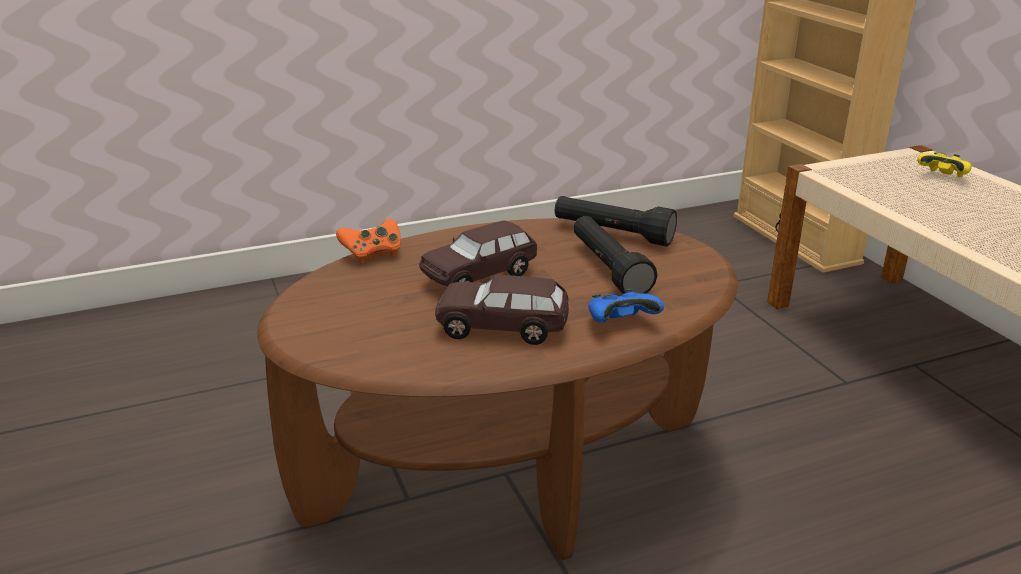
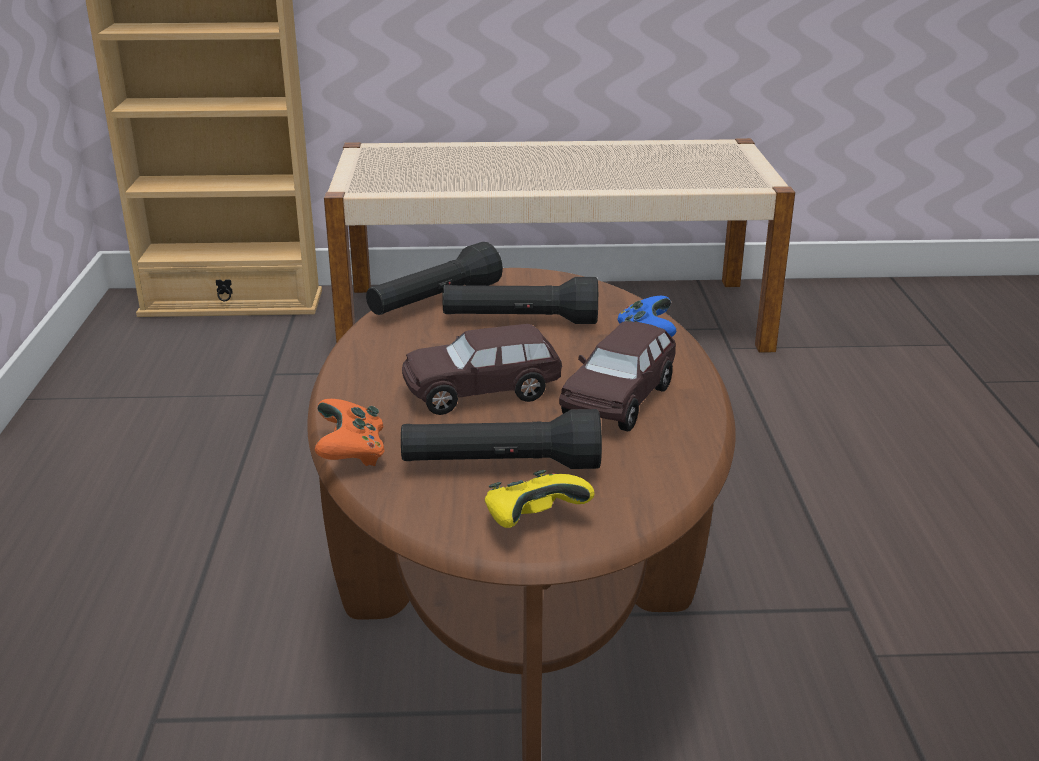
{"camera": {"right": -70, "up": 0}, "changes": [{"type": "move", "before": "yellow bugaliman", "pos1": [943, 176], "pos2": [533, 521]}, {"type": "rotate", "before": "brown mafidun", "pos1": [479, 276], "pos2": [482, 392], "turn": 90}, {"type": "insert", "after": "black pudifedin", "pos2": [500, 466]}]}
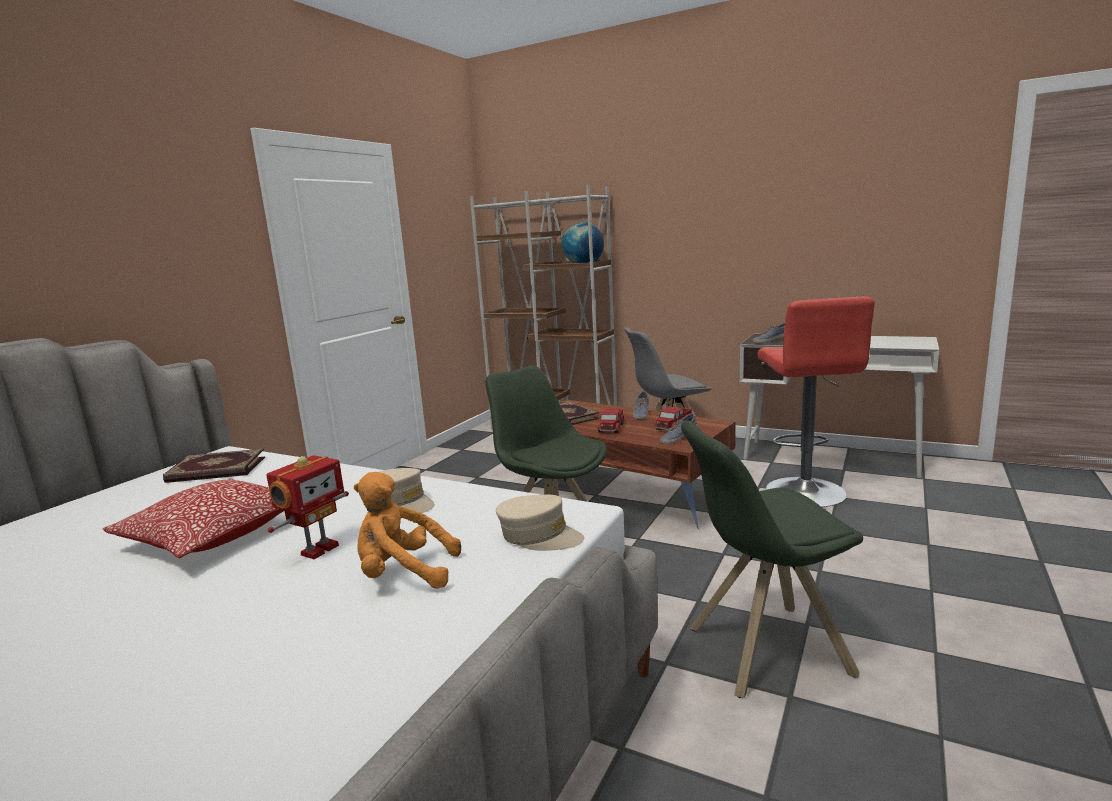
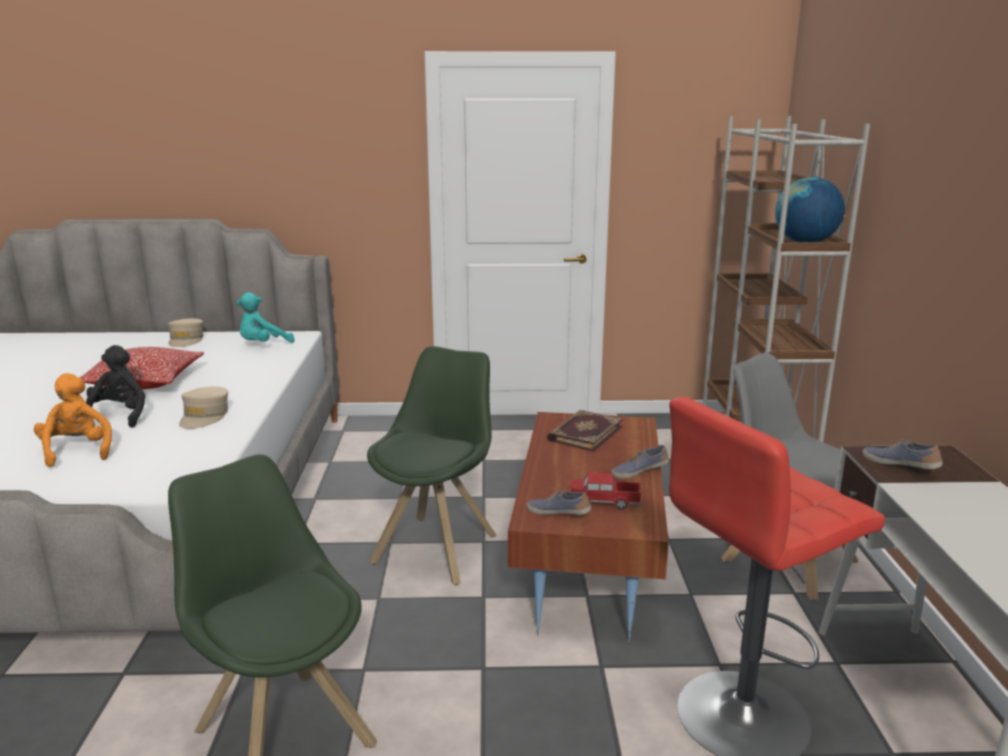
{"camera": {"right": 60, "up": 5}, "changes": [{"type": "delete", "before": "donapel", "pos1": [611, 427]}, {"type": "replace", "before": "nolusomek", "after": "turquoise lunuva", "pos1": [216, 470], "pos2": [263, 345]}, {"type": "replace", "before": "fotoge", "after": "black lunuva", "pos1": [318, 549], "pos2": [120, 416]}, {"type": "move", "before": "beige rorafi", "pos1": [539, 536], "pos2": [186, 340]}]}
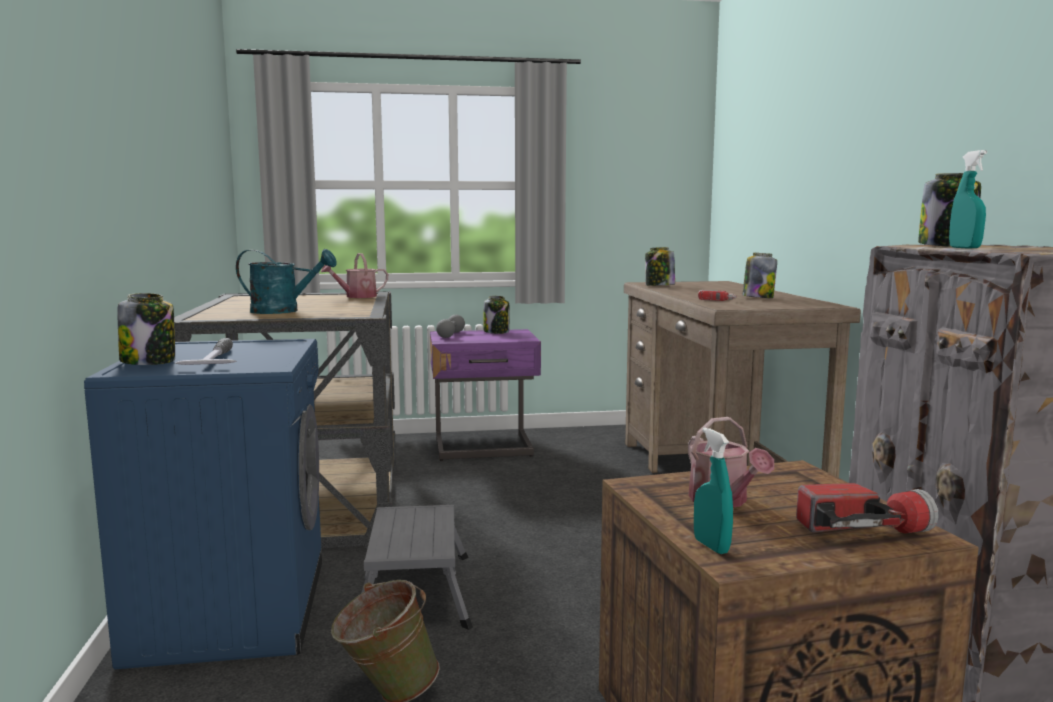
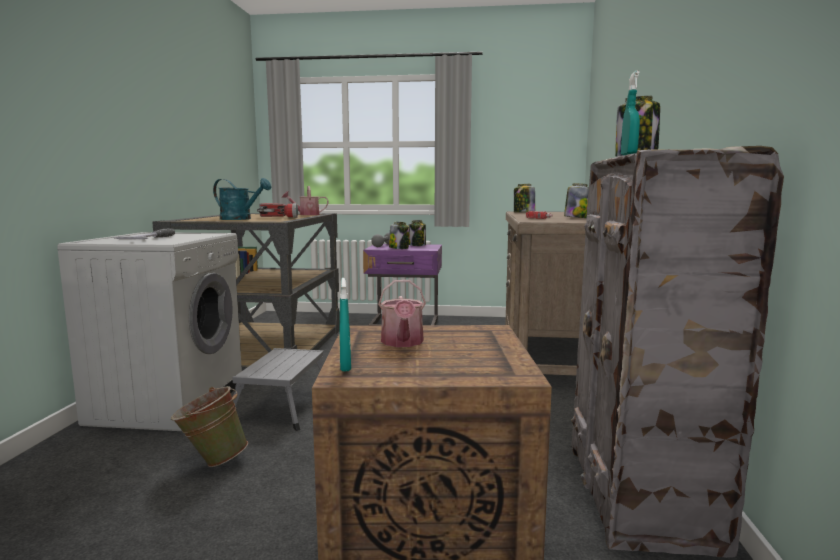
{"camera": {"right": 15, "up": 0}, "changes": [{"type": "move", "before": "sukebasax", "pos1": [149, 361], "pos2": [399, 248]}, {"type": "recolor", "before": "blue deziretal", "after": "white deziretal", "pos1": [237, 610], "pos2": [172, 402]}, {"type": "move", "before": "pudifedin", "pos1": [863, 530], "pos2": [279, 217]}]}
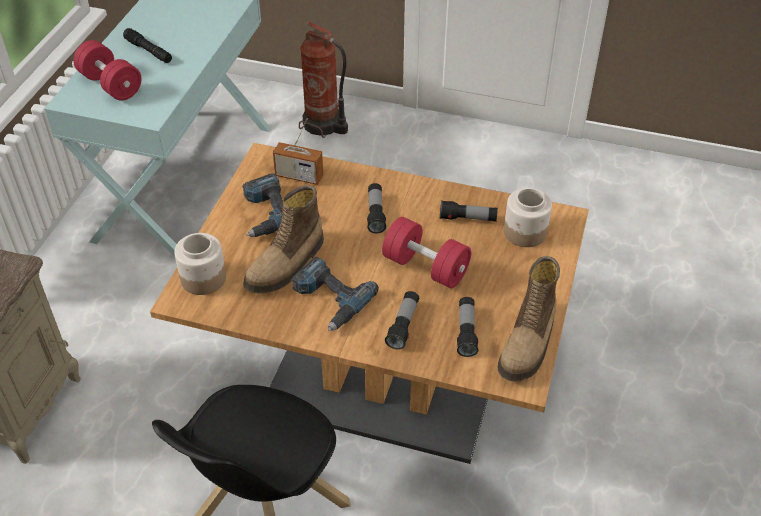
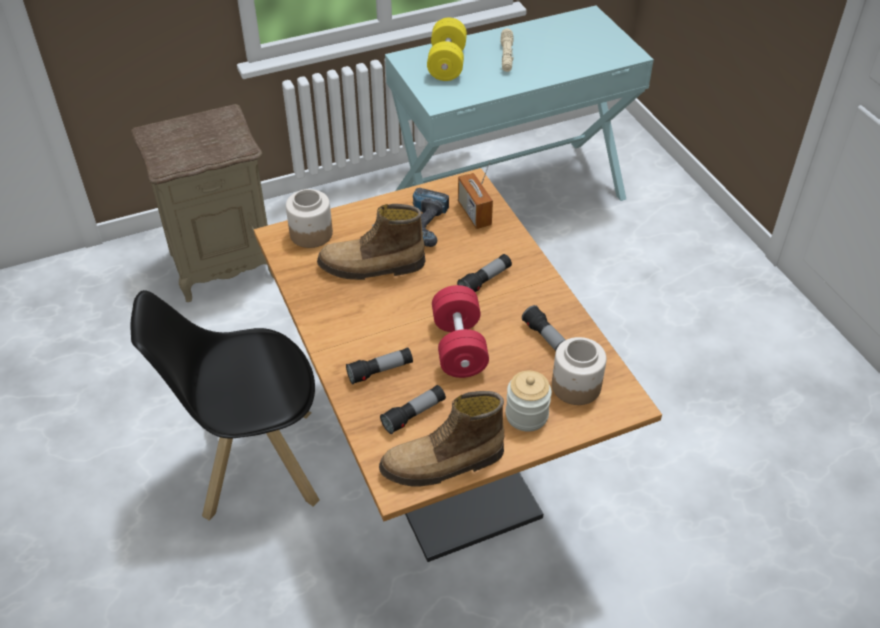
{"camera": {"right": 50, "up": 0}, "changes": [{"type": "delete", "before": "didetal", "pos1": [323, 125]}, {"type": "recolor", "before": "black pudifedin", "after": "beige pudifedin", "pos1": [149, 51], "pos2": [506, 55]}, {"type": "recolor", "before": "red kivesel", "after": "yellow kivesel", "pos1": [111, 85], "pos2": [447, 64]}, {"type": "delete", "before": "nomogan", "pos1": [329, 299]}, {"type": "insert", "after": "sukebasax", "pos2": [526, 415]}]}
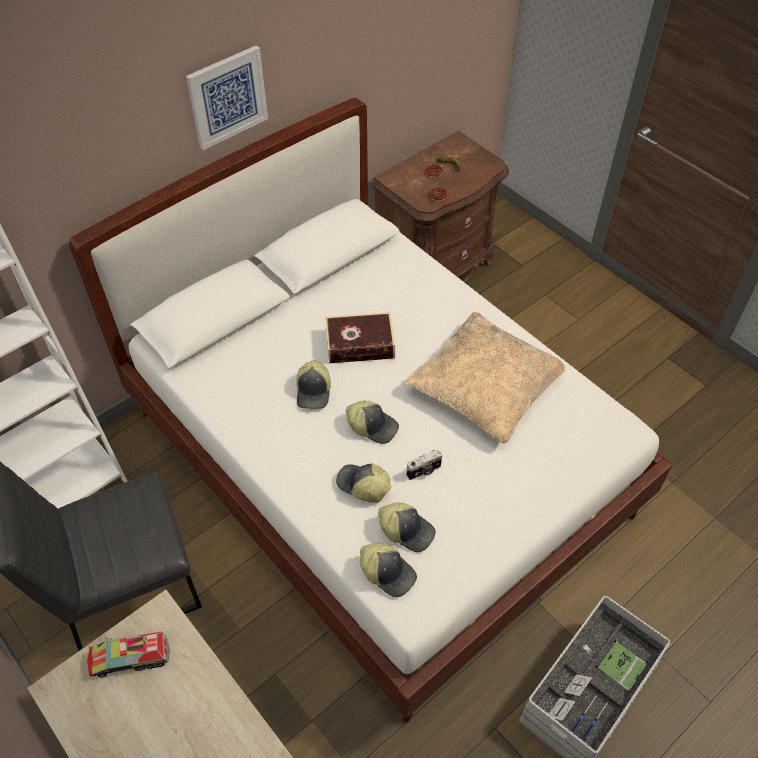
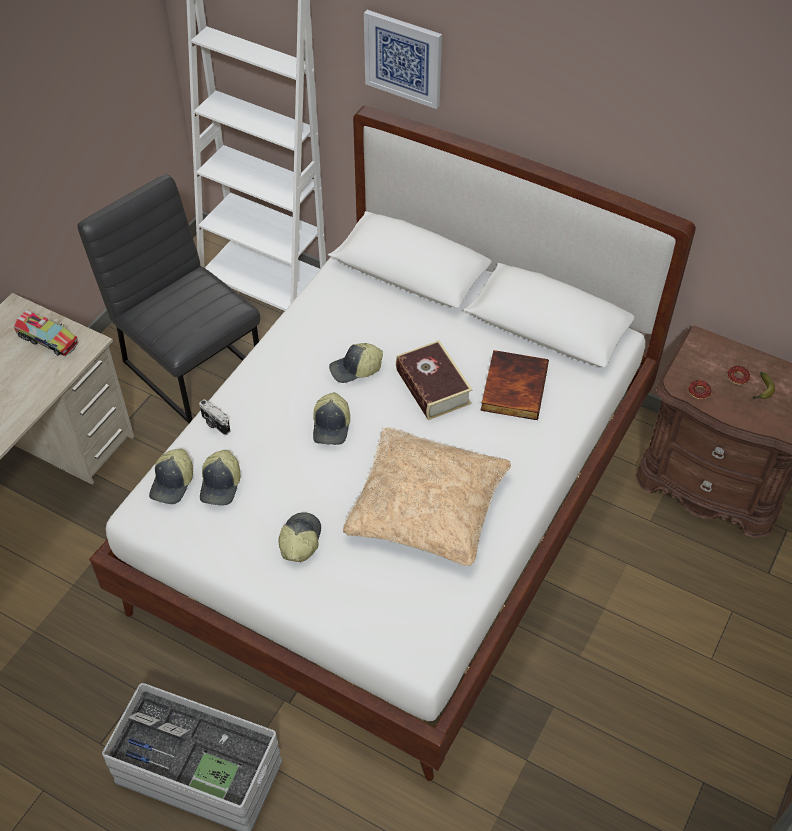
{"camera": {"right": 70, "up": 0}, "changes": [{"type": "move", "before": "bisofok", "pos1": [227, 97], "pos2": [403, 58]}, {"type": "move", "before": "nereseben", "pos1": [424, 471], "pos2": [215, 424]}, {"type": "move", "before": "rorafi", "pos1": [363, 486], "pos2": [299, 540]}, {"type": "rotate", "before": "donapel", "pos1": [130, 658], "pos2": [48, 339], "turn": 150}, {"type": "insert", "after": "nolusomek", "pos2": [512, 387]}]}
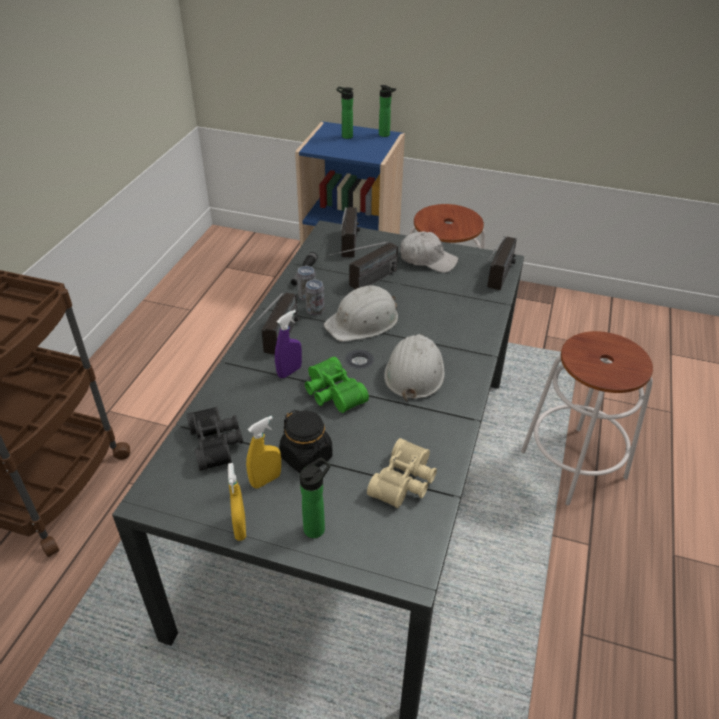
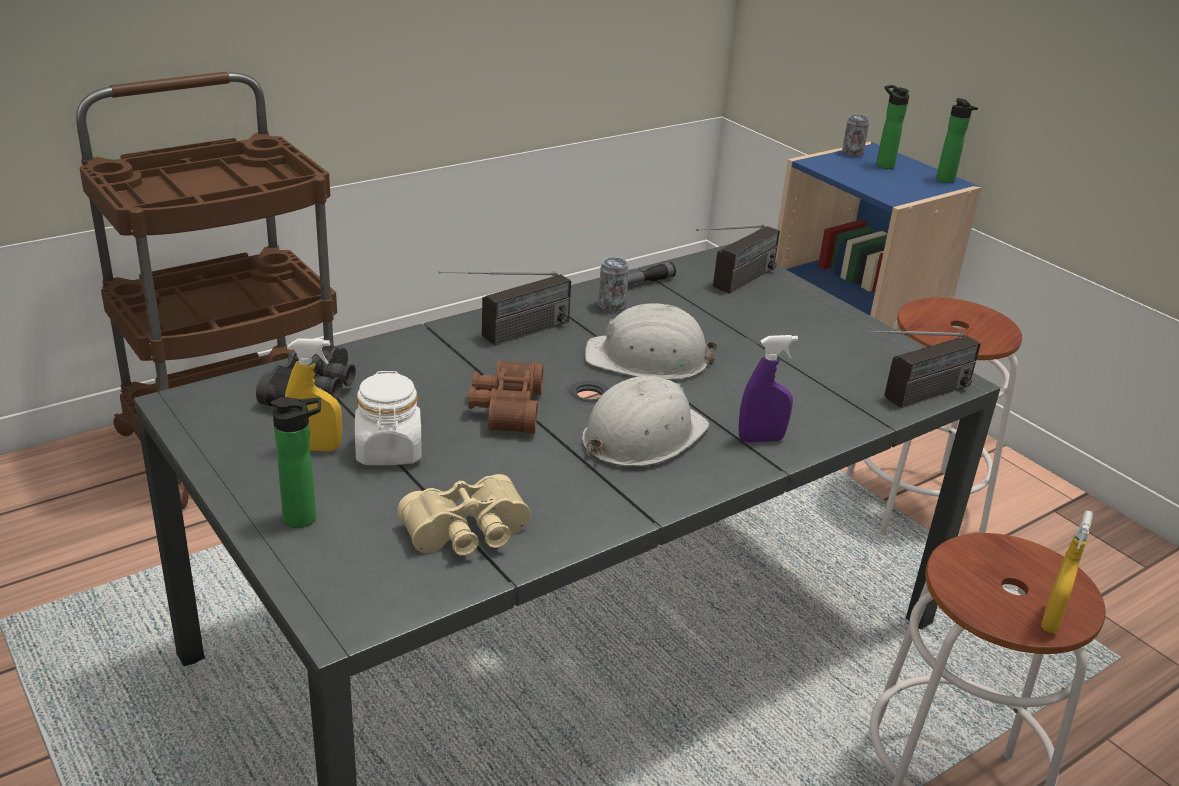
{"camera": {"right": 35, "up": -10}, "changes": [{"type": "delete", "before": "white rorafi", "pos1": [427, 260]}, {"type": "delete", "before": "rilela", "pos1": [364, 284]}, {"type": "move", "before": "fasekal", "pos1": [315, 310], "pos2": [852, 153]}, {"type": "move", "before": "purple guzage", "pos1": [289, 371], "pos2": [761, 439]}, {"type": "recolor", "before": "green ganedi", "after": "brown ganedi", "pos1": [332, 394], "pos2": [505, 408]}, {"type": "recolor", "before": "black sukebasax", "after": "white sukebasax", "pos1": [306, 457], "pos2": [389, 451]}, {"type": "move", "before": "yellow guzage", "pos1": [240, 528], "pos2": [1051, 620]}]}
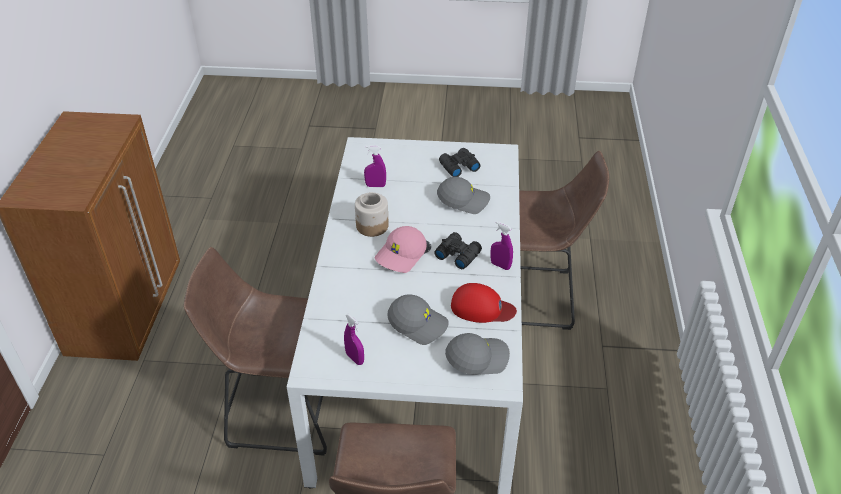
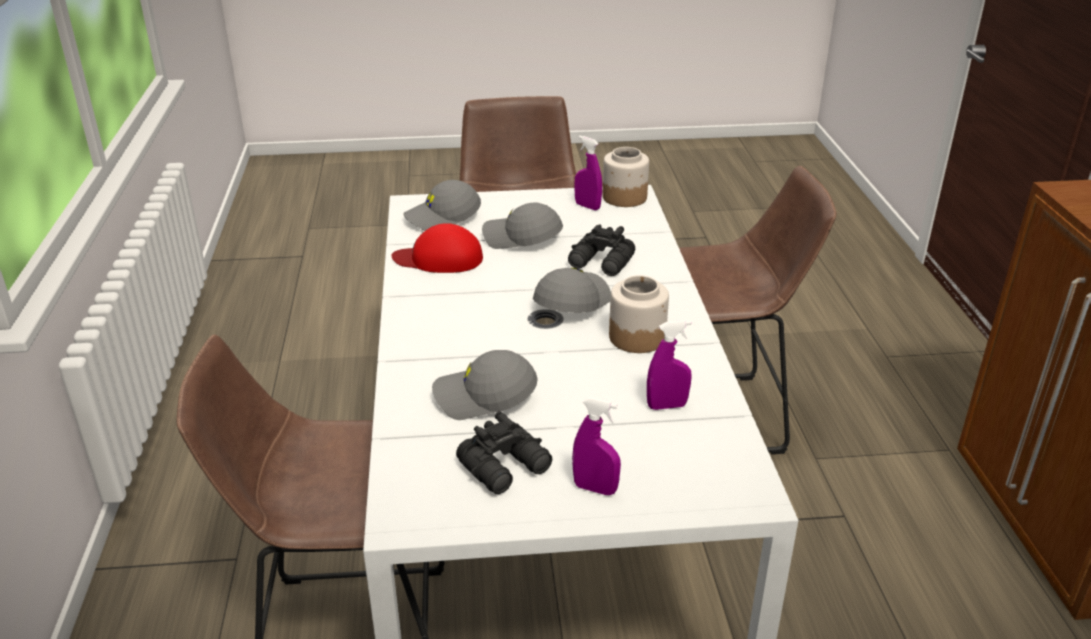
{"camera": {"right": 170, "up": -10}, "changes": [{"type": "move", "before": "purple guzage", "pos1": [500, 265], "pos2": [595, 488]}, {"type": "recolor", "before": "pink rorafi", "after": "grey rorafi", "pos1": [401, 255], "pos2": [571, 302]}, {"type": "move", "before": "black ganedi", "pos1": [457, 254], "pos2": [602, 263]}, {"type": "insert", "after": "sukebasax", "pos2": [624, 197]}]}
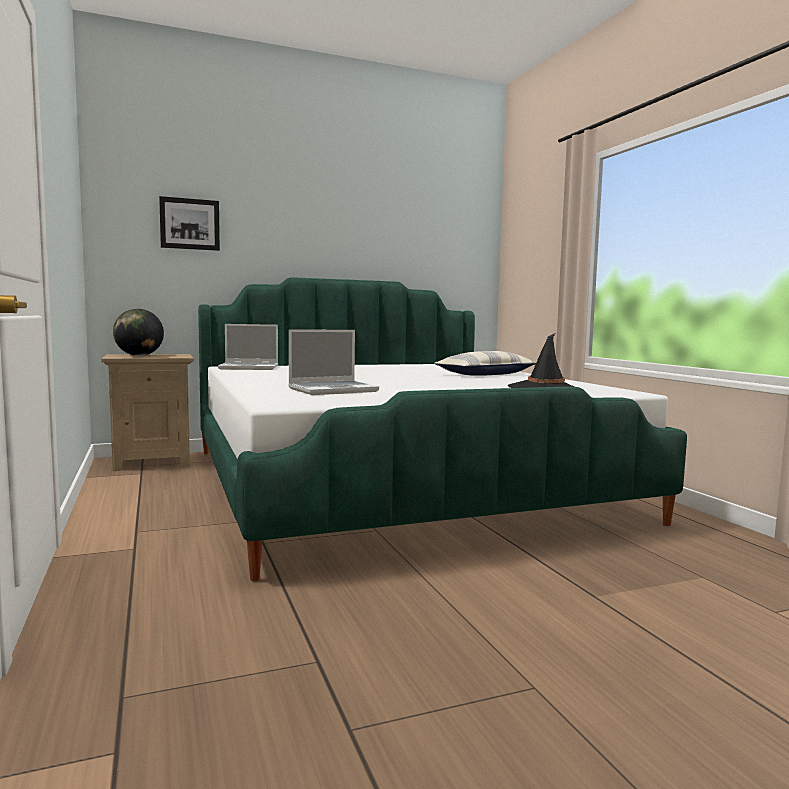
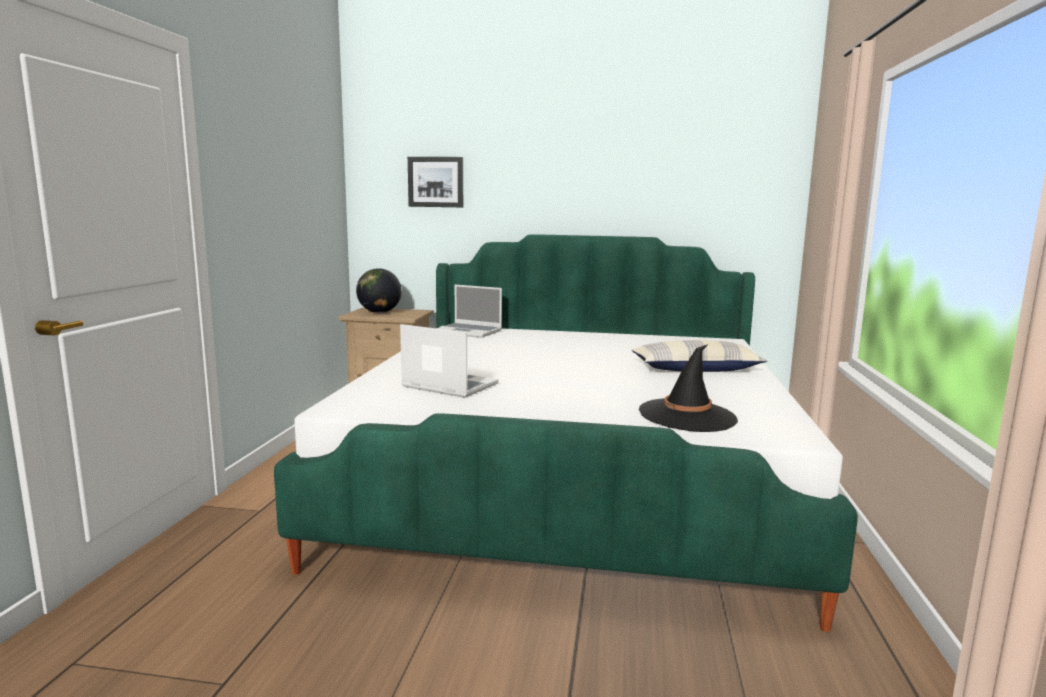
{"camera": {"right": 30, "up": 5}, "changes": [{"type": "rotate", "before": "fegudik", "pos1": [333, 390], "pos2": [448, 386], "turn": -150}]}
